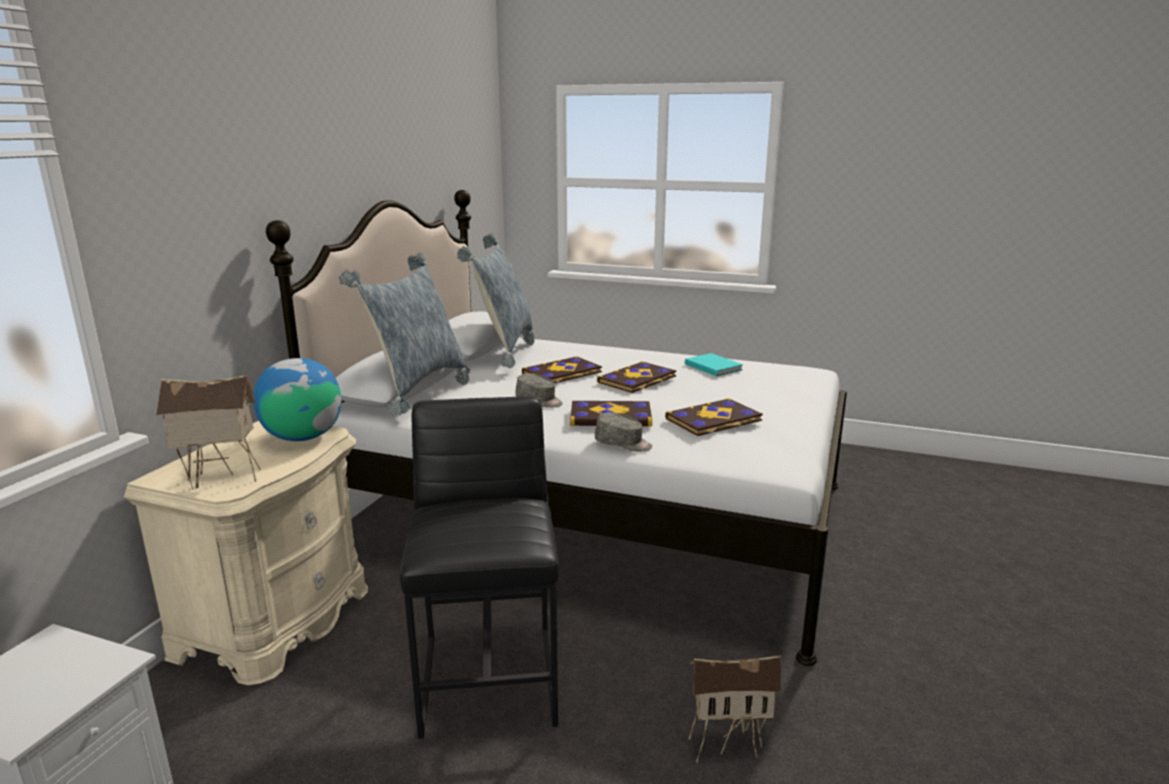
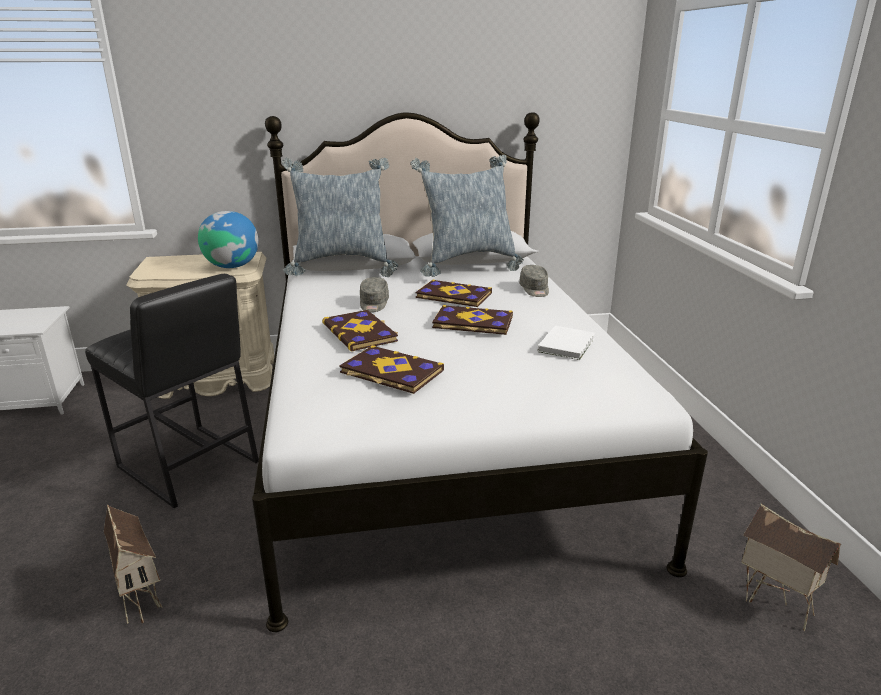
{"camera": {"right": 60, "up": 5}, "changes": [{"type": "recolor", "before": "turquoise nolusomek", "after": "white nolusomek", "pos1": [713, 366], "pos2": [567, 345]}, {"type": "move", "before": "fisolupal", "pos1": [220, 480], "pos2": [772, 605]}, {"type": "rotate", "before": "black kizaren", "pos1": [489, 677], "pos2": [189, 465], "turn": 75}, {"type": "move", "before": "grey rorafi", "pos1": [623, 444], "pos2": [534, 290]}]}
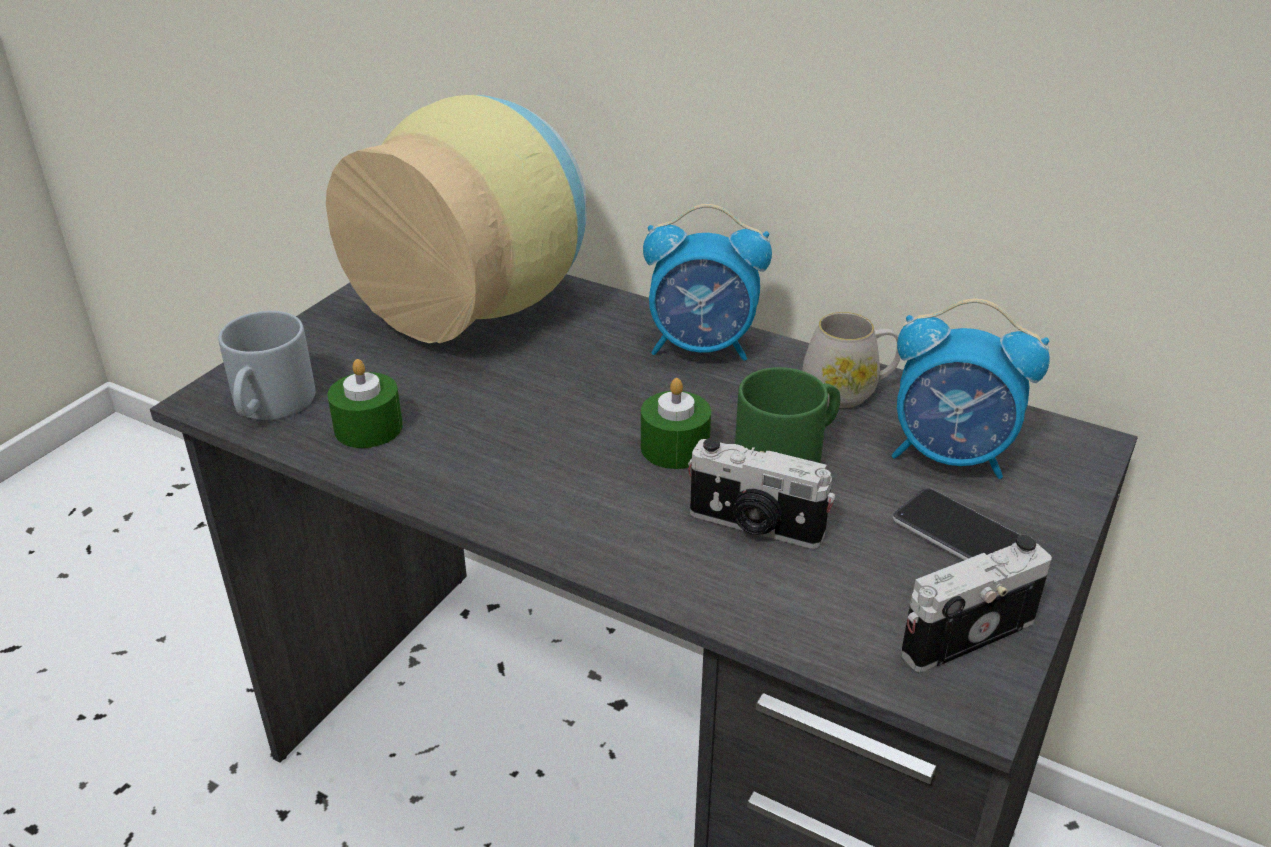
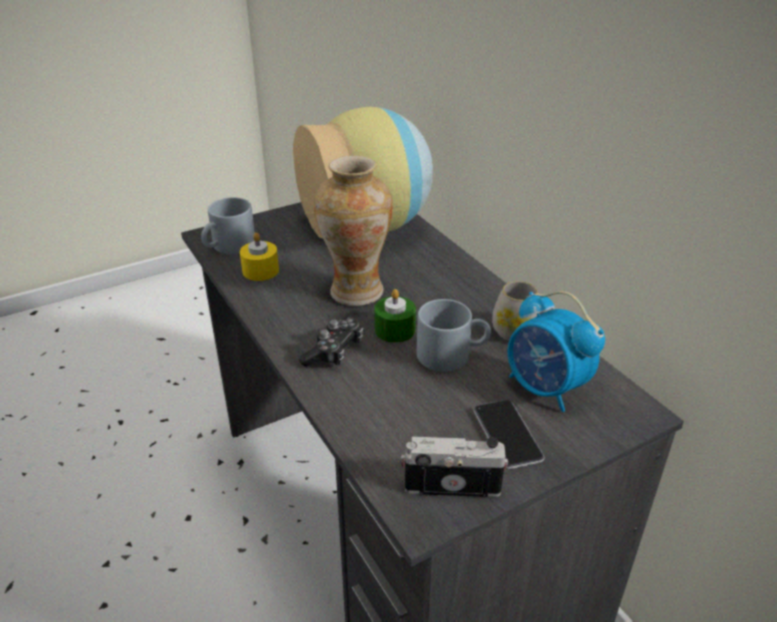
{"camera": {"right": 30, "up": 0}, "changes": [{"type": "delete", "before": "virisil", "pos1": [702, 348]}, {"type": "recolor", "before": "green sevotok", "after": "yellow sevotok", "pos1": [368, 427], "pos2": [260, 270]}, {"type": "recolor", "before": "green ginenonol", "after": "grey ginenonol", "pos1": [788, 453], "pos2": [452, 354]}, {"type": "delete", "before": "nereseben", "pos1": [755, 526]}, {"type": "insert", "after": "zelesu", "pos2": [356, 291]}, {"type": "insert", "after": "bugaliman", "pos2": [334, 351]}]}
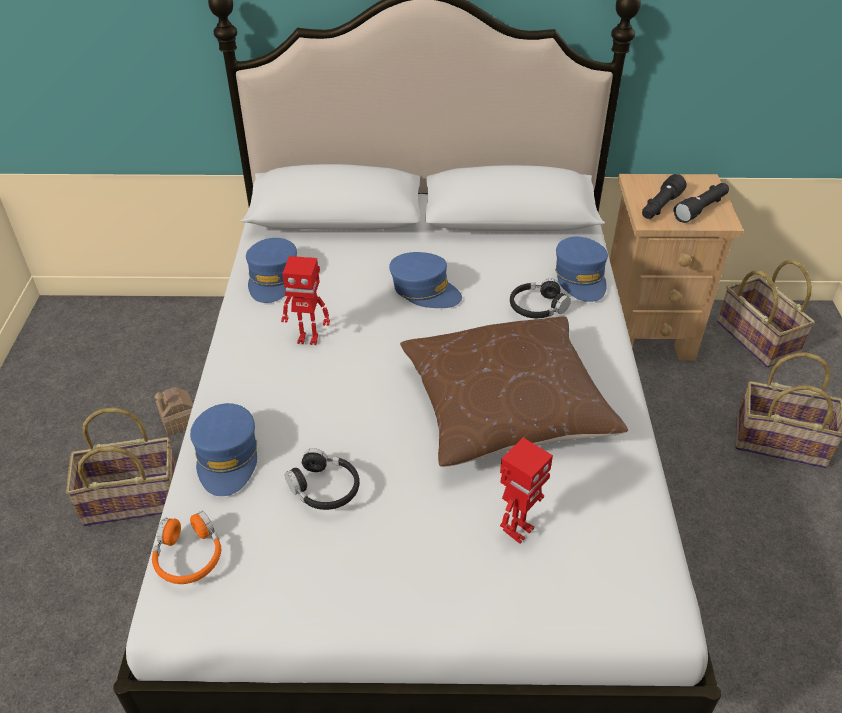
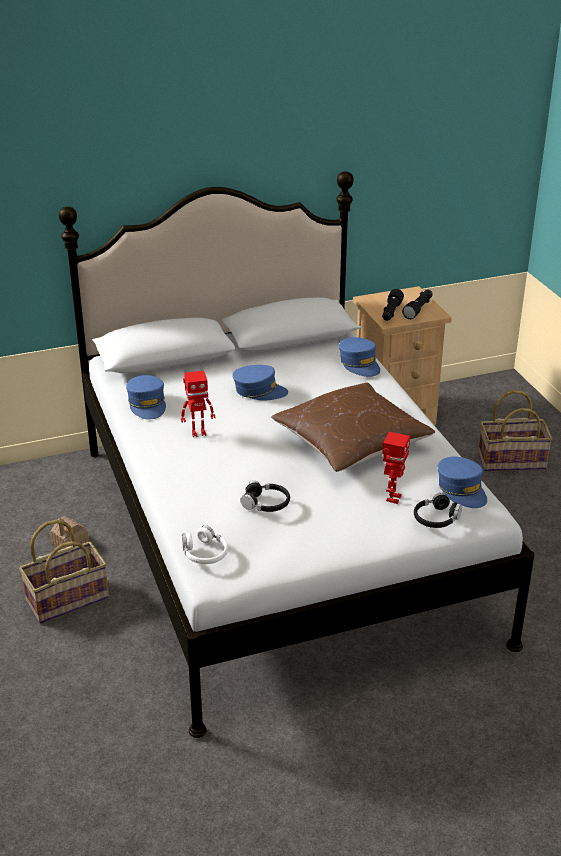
{"camera": {"right": -20, "up": -10}, "changes": [{"type": "delete", "before": "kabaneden", "pos1": [755, 339]}, {"type": "move", "before": "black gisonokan", "pos1": [537, 307], "pos2": [436, 518]}, {"type": "move", "before": "blue rorafi", "pos1": [227, 457], "pos2": [461, 490]}, {"type": "recolor", "before": "orange gisonokan", "after": "white gisonokan", "pos1": [189, 556], "pos2": [204, 553]}]}
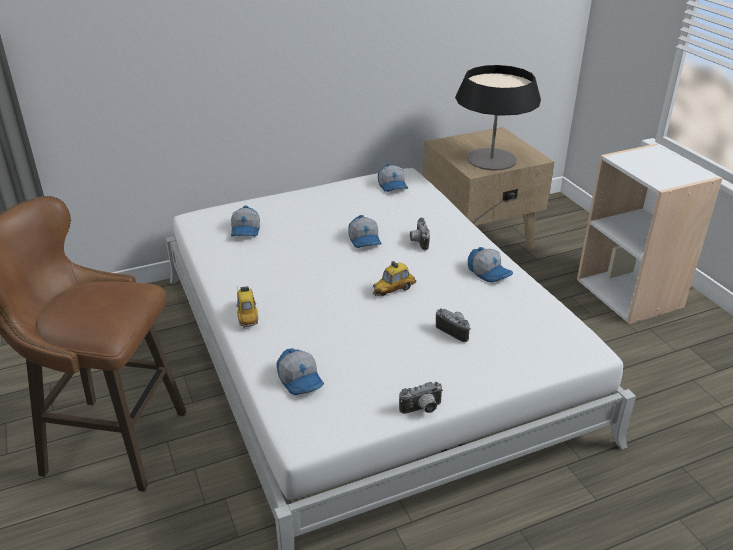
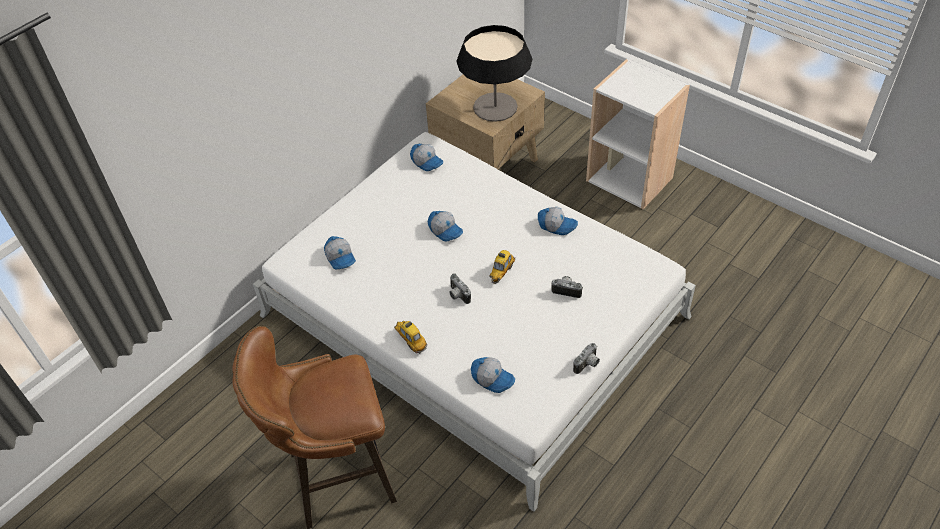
{"camera": {"right": -25, "up": 15}, "changes": [{"type": "move", "before": "nereseben", "pos1": [418, 242], "pos2": [457, 295]}]}
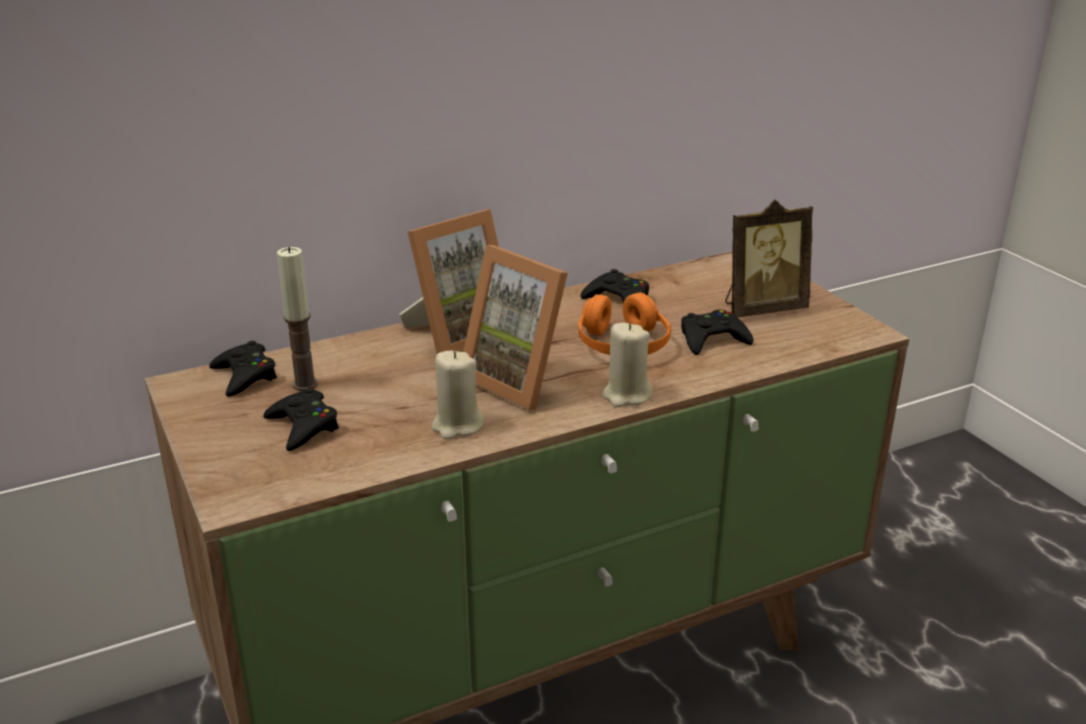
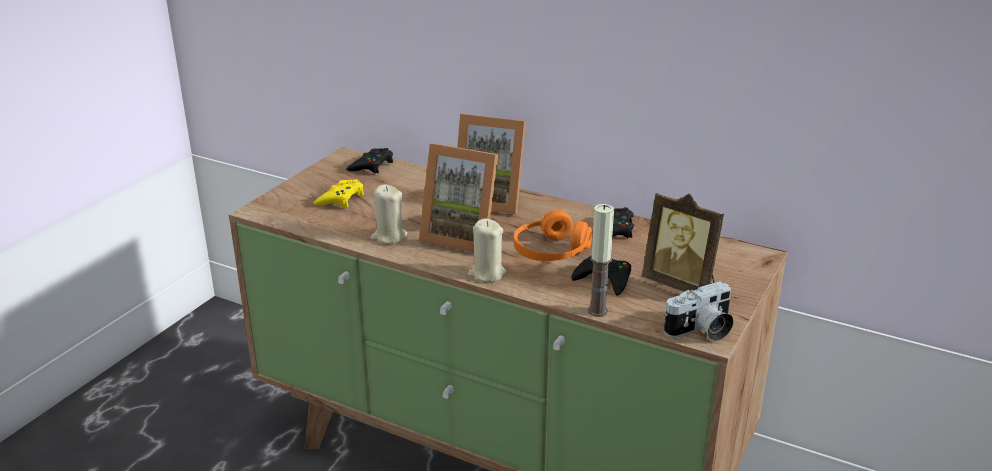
{"camera": {"right": 55, "up": 0}, "changes": [{"type": "rotate", "before": "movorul", "pos1": [520, 380], "pos2": [462, 236], "turn": -75}, {"type": "move", "before": "sevotok", "pos1": [305, 384], "pos2": [597, 311]}, {"type": "recolor", "before": "black bugaliman", "after": "yellow bugaliman", "pos1": [303, 426], "pos2": [341, 199]}, {"type": "insert", "after": "nereseben", "pos2": [701, 331]}]}
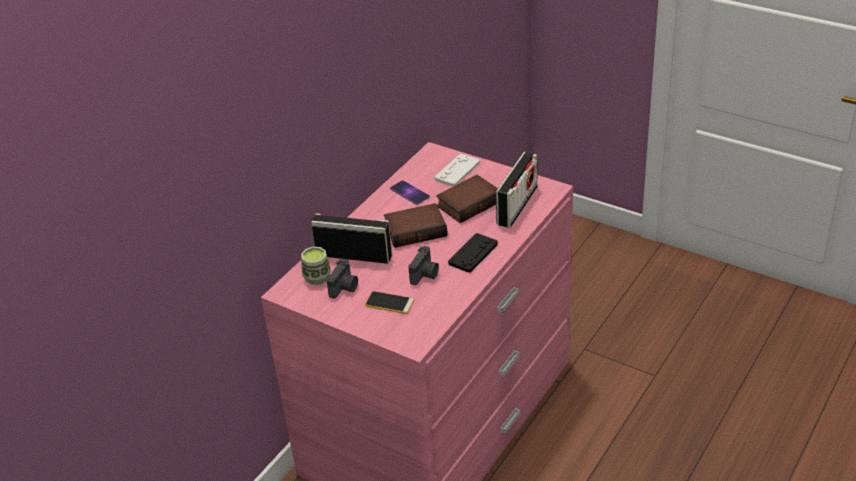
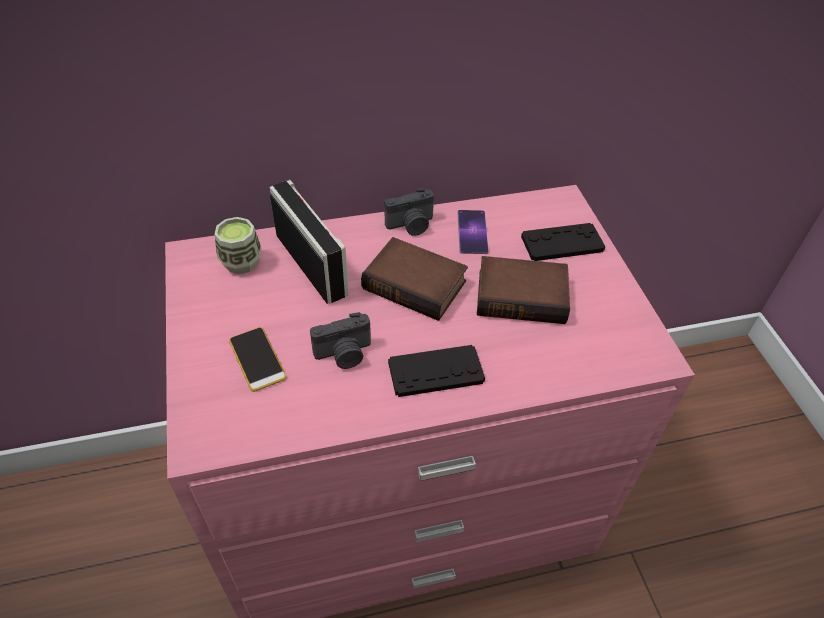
{"camera": {"right": 40, "up": 10}, "changes": [{"type": "delete", "before": "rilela", "pos1": [517, 206]}, {"type": "recolor", "before": "white bugaliman", "after": "black bugaliman", "pos1": [457, 171], "pos2": [562, 243]}, {"type": "move", "before": "nereseben", "pos1": [345, 288], "pos2": [411, 225]}]}
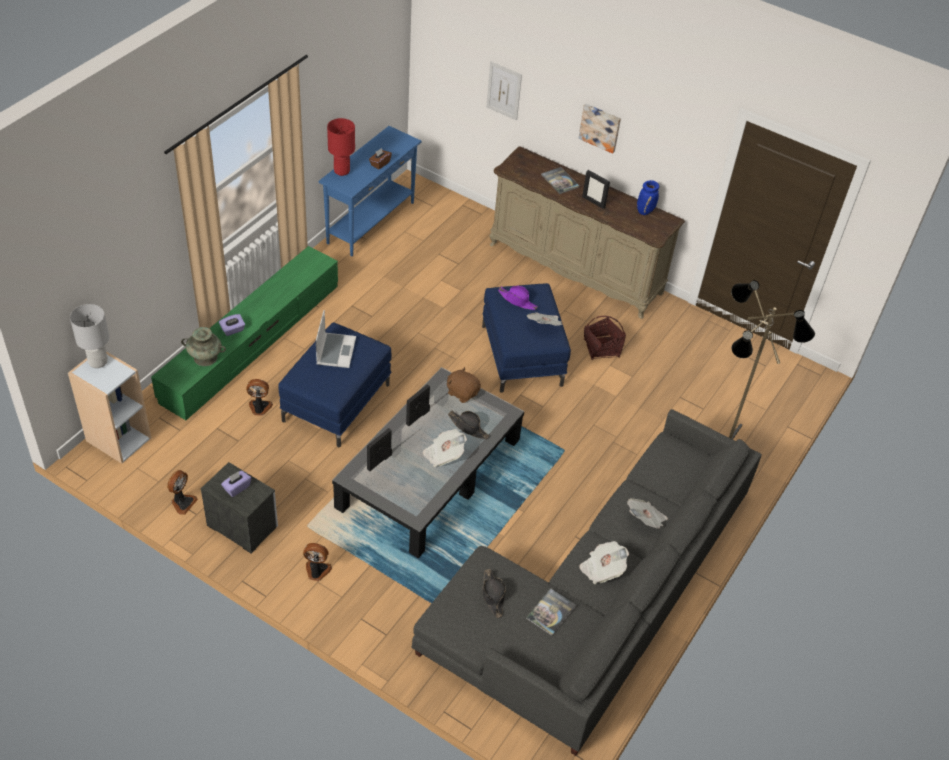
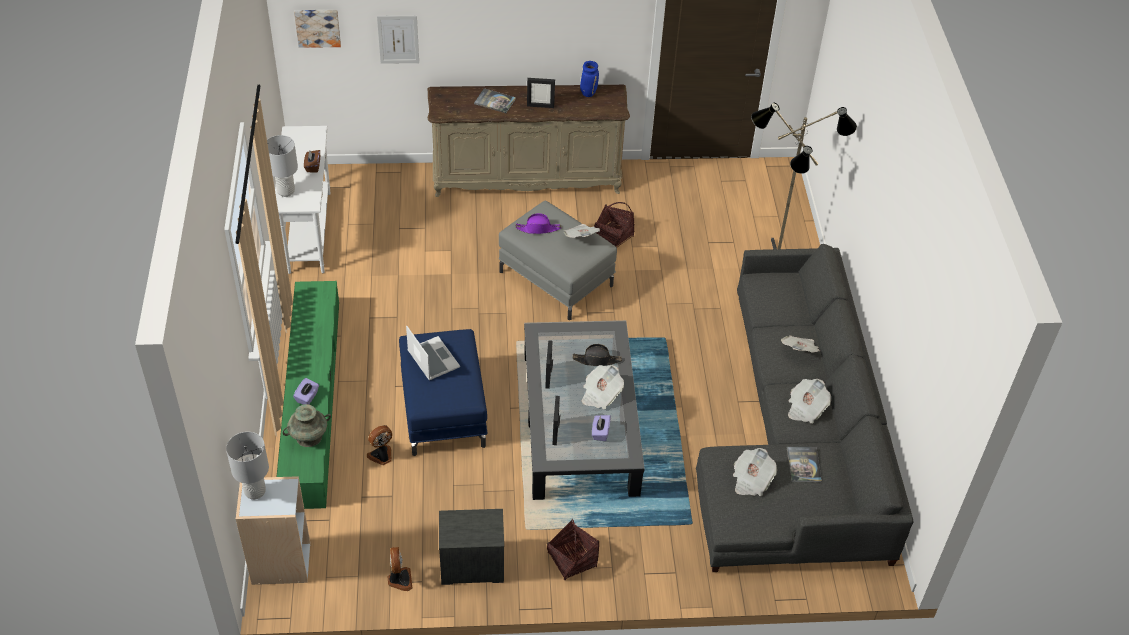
{"camera": {"right": -35, "up": 0}, "changes": [{"type": "move", "before": "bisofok", "pos1": [600, 127], "pos2": [317, 27]}, {"type": "recolor", "before": "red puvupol", "after": "grey puvupol", "pos1": [342, 172], "pos2": [286, 192]}, {"type": "recolor", "before": "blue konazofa", "after": "white konazofa", "pos1": [370, 222], "pos2": [308, 232]}, {"type": "recolor", "before": "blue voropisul", "after": "grey voropisul", "pos1": [521, 355], "pos2": [555, 278]}, {"type": "delete", "before": "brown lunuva", "pos1": [462, 393]}, {"type": "move", "before": "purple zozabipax", "pos1": [236, 488], "pos2": [600, 432]}, {"type": "replace", "before": "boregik", "after": "kabaneden", "pos1": [317, 571], "pos2": [572, 560]}, {"type": "replace", "before": "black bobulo", "after": "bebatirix", "pos1": [493, 595], "pos2": [751, 480]}]}
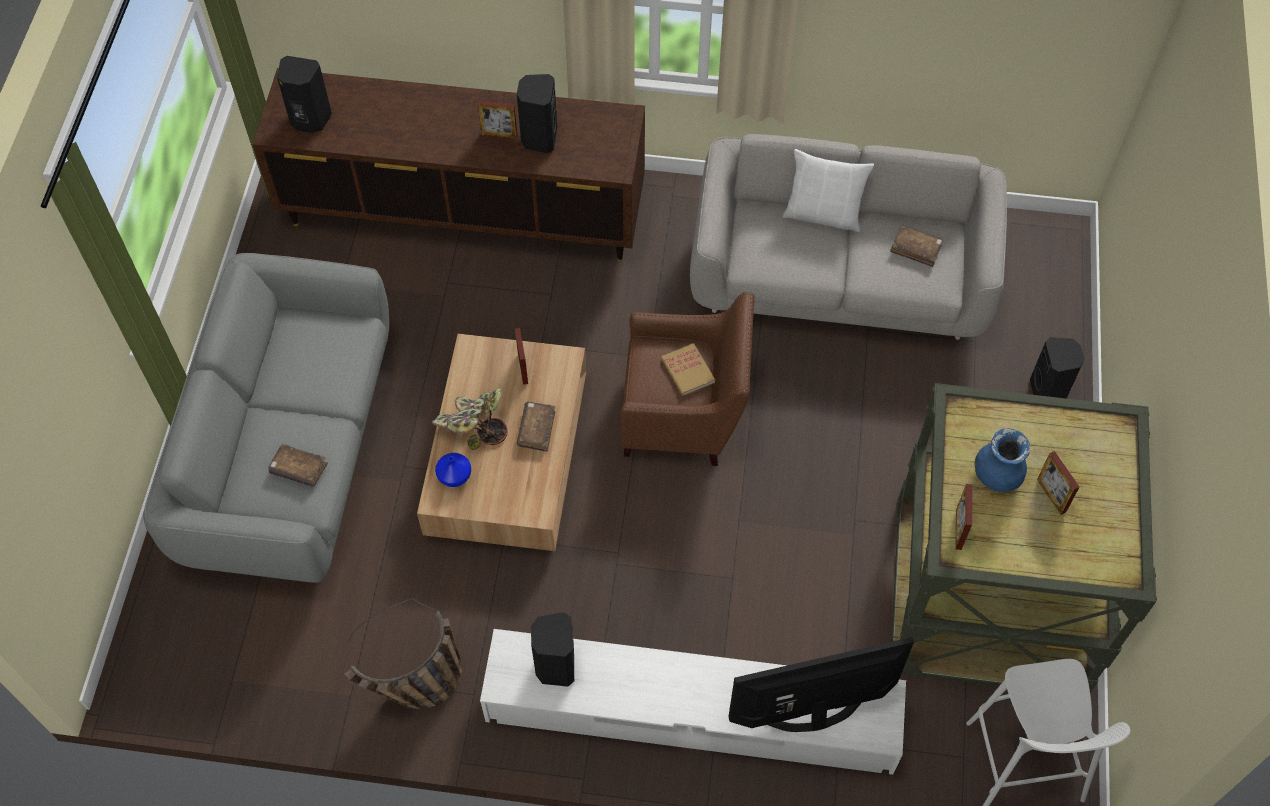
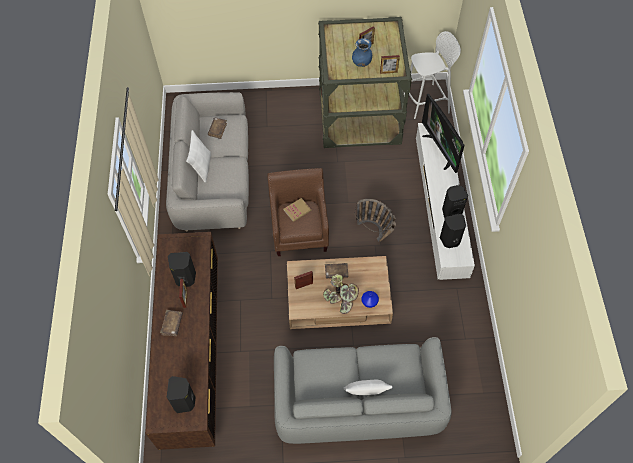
{"camera": {"right": -100, "up": 0}, "changes": [{"type": "move", "before": "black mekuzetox", "pos1": [1048, 392], "pos2": [451, 212]}, {"type": "move", "before": "brown nolusomek", "pos1": [299, 469], "pos2": [172, 324]}, {"type": "move", "before": "kabaneden", "pos1": [414, 691], "pos2": [376, 234]}, {"type": "insert", "after": "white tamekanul", "pos2": [366, 393]}]}
